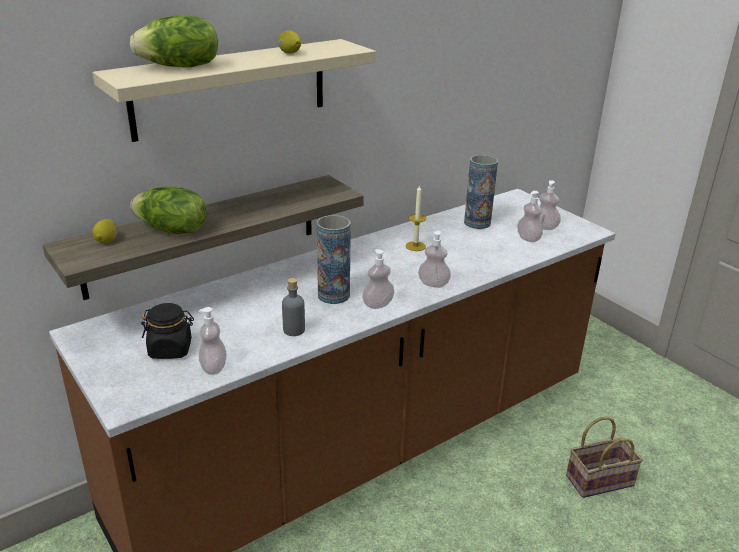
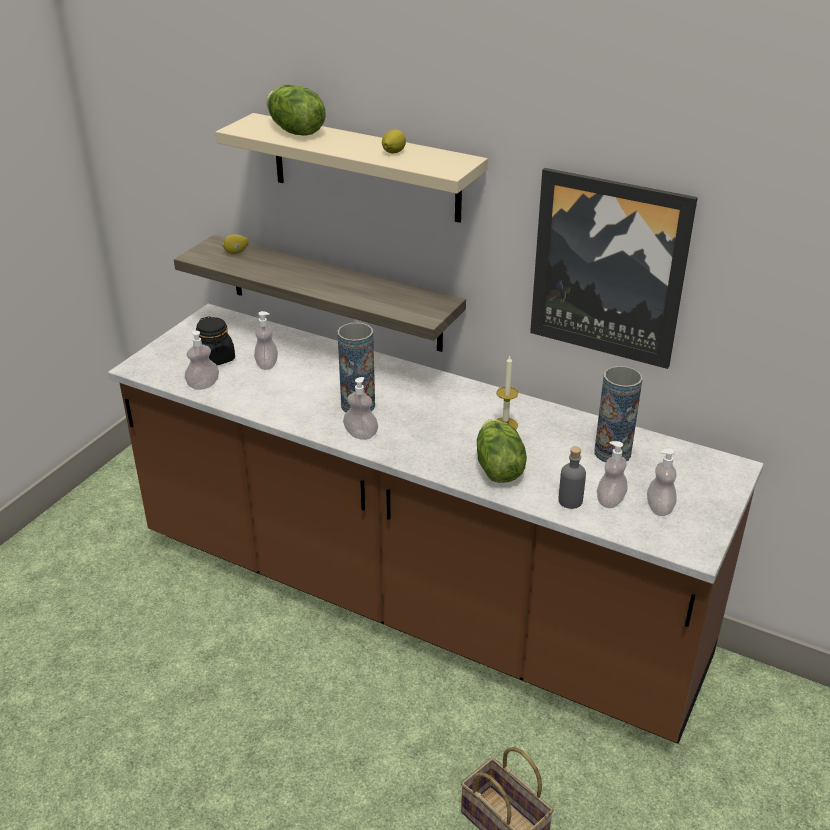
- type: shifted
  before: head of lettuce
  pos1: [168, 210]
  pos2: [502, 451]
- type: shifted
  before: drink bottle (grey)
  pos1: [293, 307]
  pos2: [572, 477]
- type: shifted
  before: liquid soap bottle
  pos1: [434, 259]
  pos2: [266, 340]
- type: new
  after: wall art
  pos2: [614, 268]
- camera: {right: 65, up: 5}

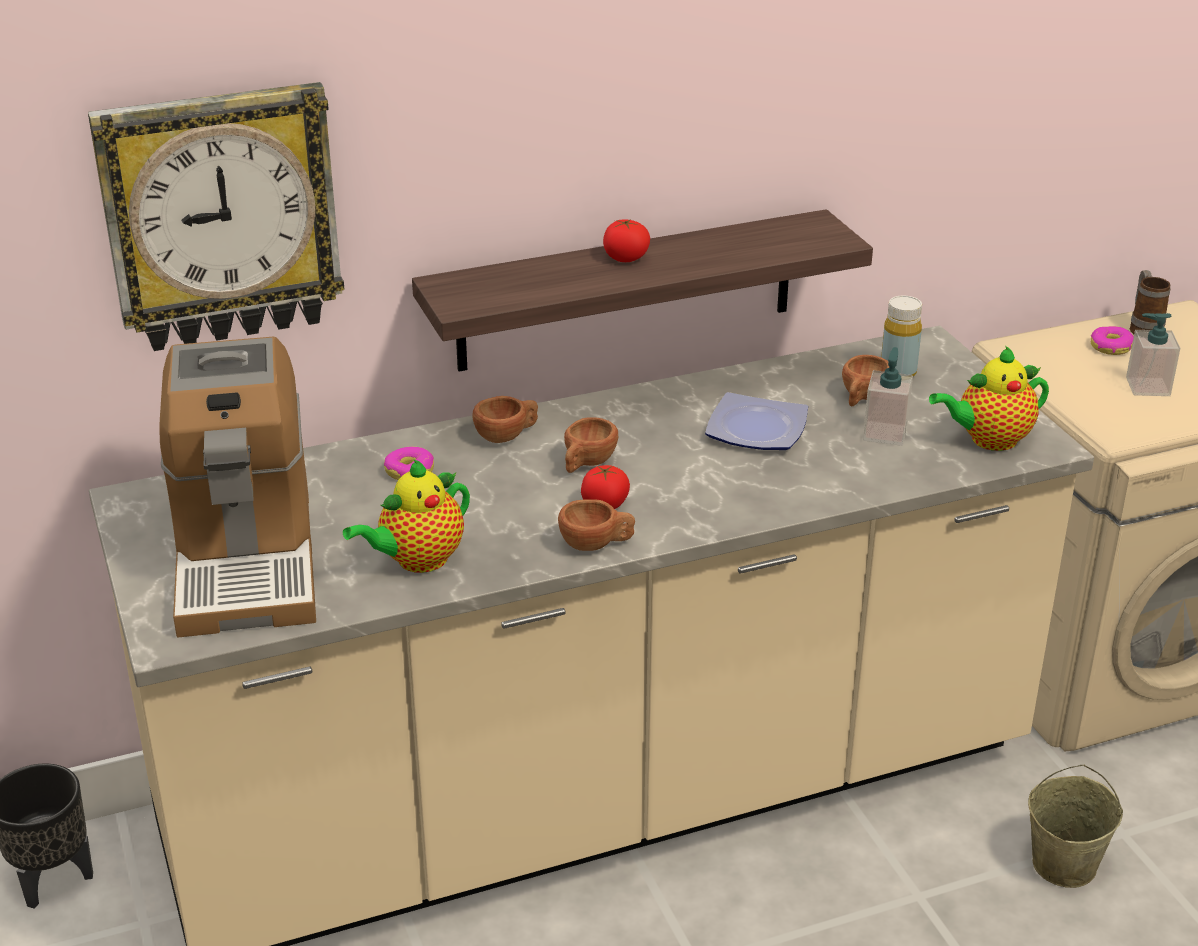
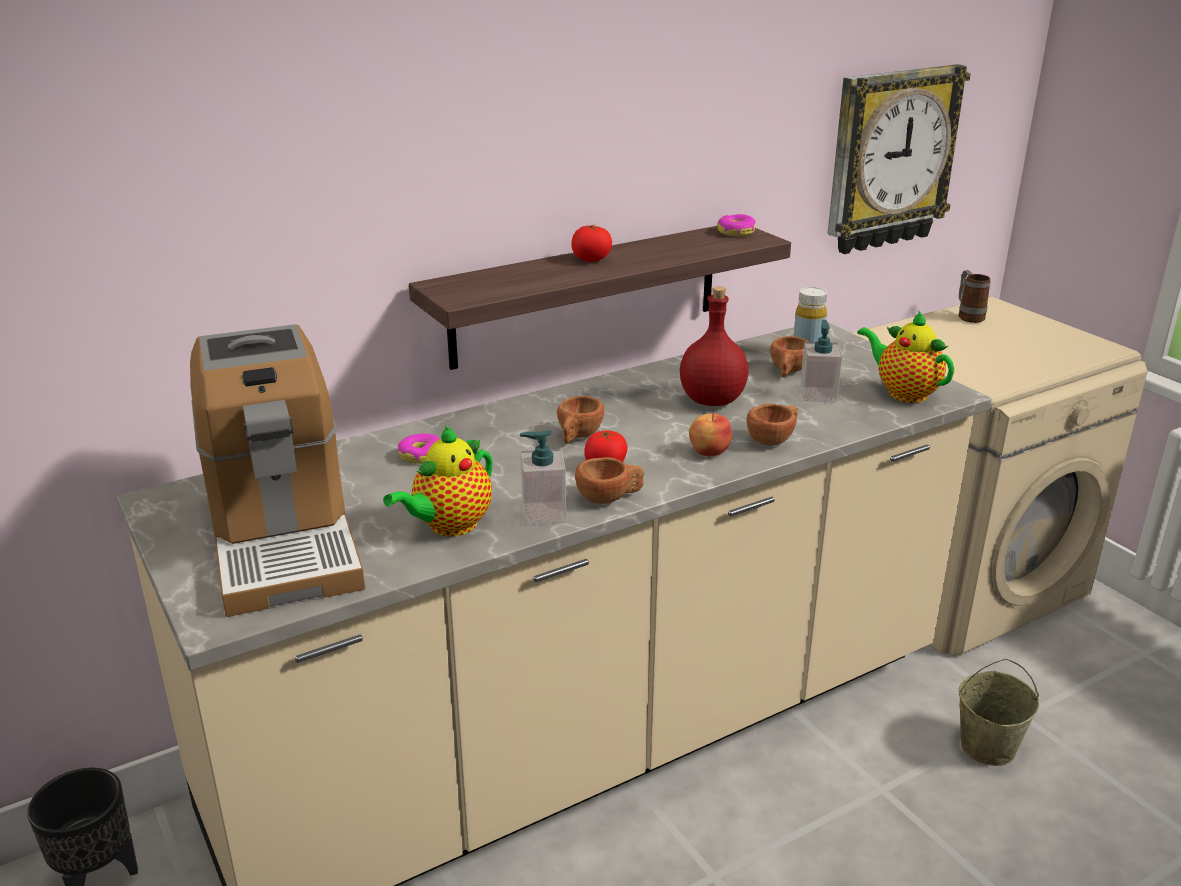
- type: shifted
  before: wall clock
  pos1: [216, 216]
  pos2: [899, 159]
- type: shifted
  before: cup (brown-coloured)
  pos1: [505, 419]
  pos2: [772, 425]
- type: swapped
  before: plate
  after: drink bottle (reddish)
  pos1: [756, 421]
  pos2: [714, 346]
- type: rotated
  before: teapot
  pos1: [989, 398]
  pos2: [905, 356]
  turn: 75
- type: shifted
  before: donut
  pos1: [1112, 340]
  pos2: [736, 225]
- type: shifted
  before: liquid soap bottle
  pos1: [1153, 354]
  pos2: [543, 477]
- type: new
  after: apple fruit
  pos2: [710, 434]
- camera: {right: -10, up: -5}

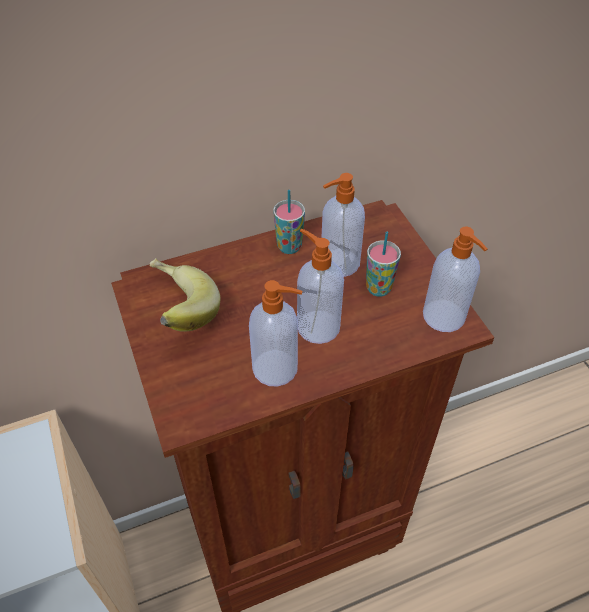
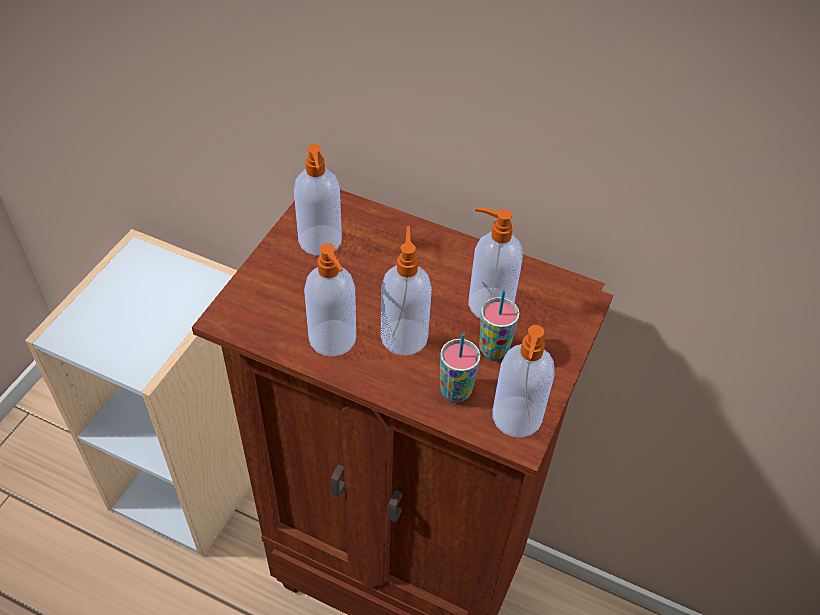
- type: swapped
  before: banana fruit
  after: liquid soap bottle
  pos1: [185, 295]
  pos2: [318, 200]
- type: shifted
  before: cup
  pos1: [289, 221]
  pos2: [460, 368]
- camera: {right: 45, up: 0}

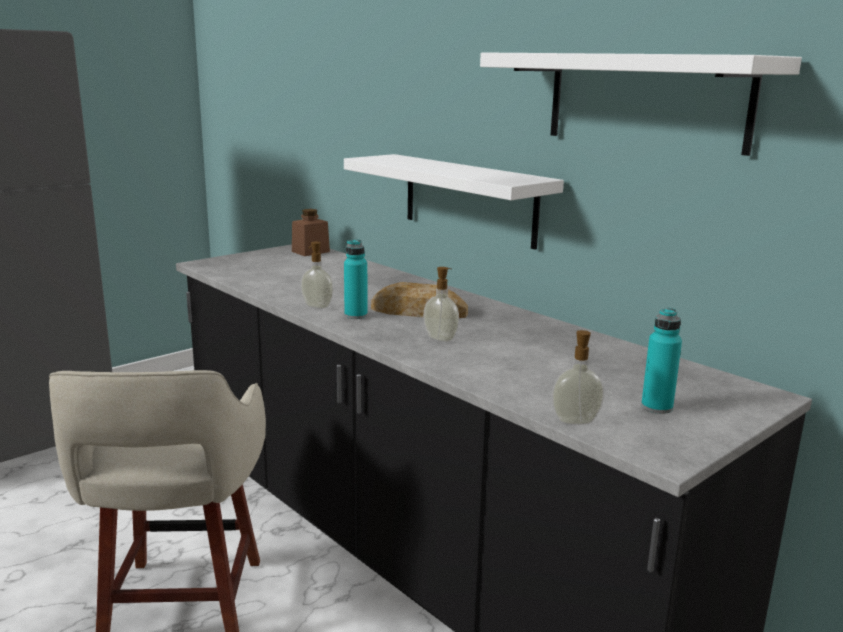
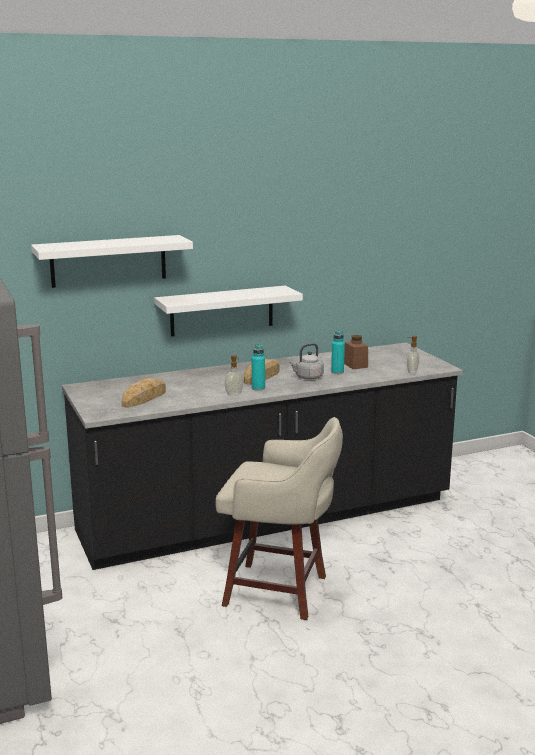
- type: shifted
  before: preserve jar (brown-coloured)
  pos1: [311, 232]
  pos2: [356, 352]
- type: swapped
  before: liquid soap bottle
  after: kettle (grey)
  pos1: [441, 304]
  pos2: [306, 361]
- type: shifted
  before: bracket shelf (white-coloured)
  pos1: [641, 104]
  pos2: [112, 261]
- type: shifted
  before: drink bottle (turquoise-coloured)
  pos1: [661, 361]
  pos2: [338, 352]
- type: new
  after: bread
  pos2: [144, 393]
- camera: {right: -70, up: 0}

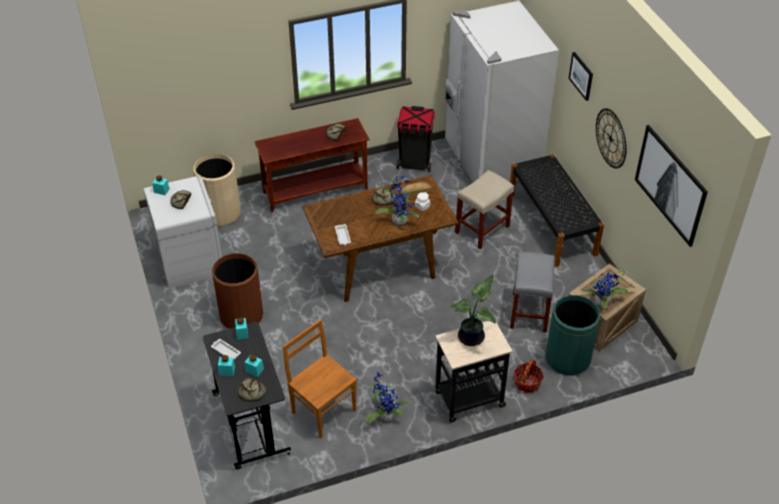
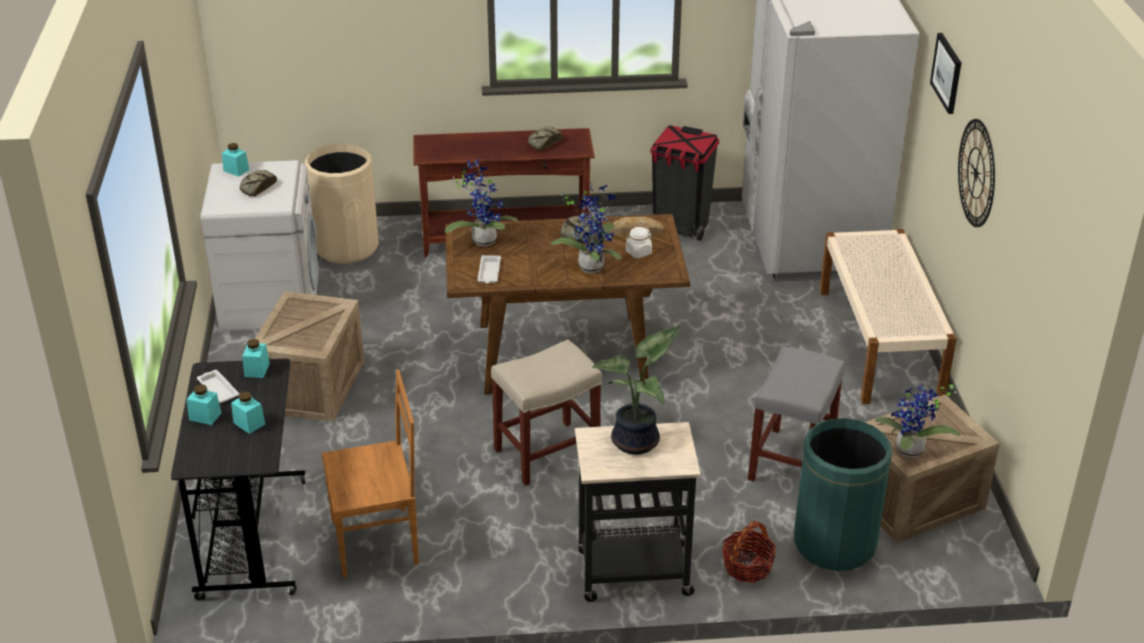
- type: swapped
  before: trash can (brown-coloured)
  after: shipping crate
  pos1: [237, 291]
  pos2: [309, 356]
- type: gone
  before: bread
  pos1: [252, 390]
- type: rotated
  before: upright chair (brown-coloured)
  pos1: [320, 378]
  pos2: [370, 474]
  turn: 105
- type: shifted
  before: plant in a pot
  pos1: [386, 398]
  pos2: [481, 202]
- type: shifted
  before: stool seat (sand-coloured)
  pos1: [484, 209]
  pos2: [546, 412]
- type: repainted
  before: bench (blackish)
  after: bench (sand-coloured)
  pos1: [557, 210]
  pos2: [888, 316]
- type: gone
  before: wall art
  pos1: [671, 186]
- camera: {right: 15, up: -10}

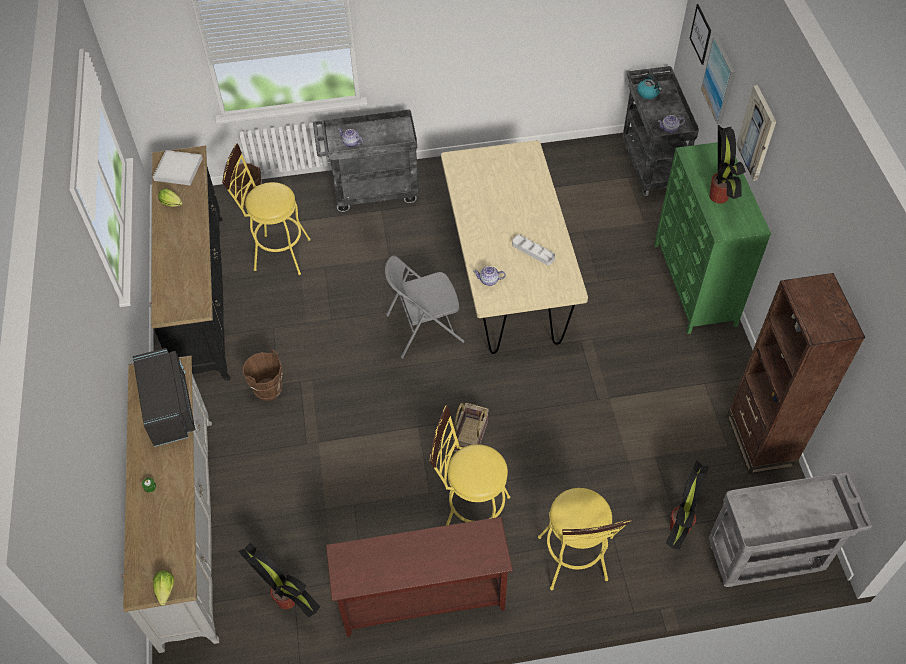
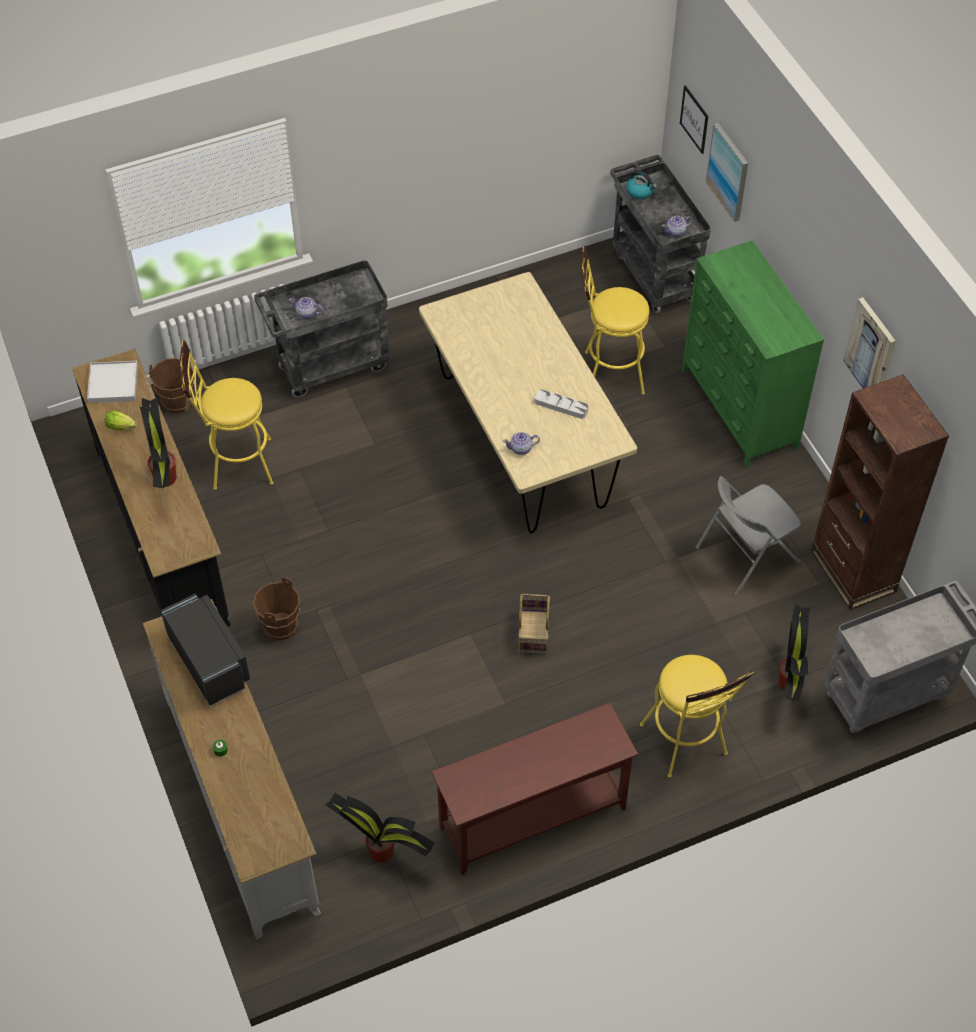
- type: gone
  before: head of lettuce
  pos1: [163, 588]
- type: shifted
  before: upright chair (grey)
  pos1: [424, 307]
  pos2: [748, 536]
- type: shifted
  before: stool seat (yellowish)
  pos1: [470, 465]
  pos2: [616, 320]
- type: shifted
  before: plant in a pot
  pos1: [727, 164]
  pos2: [158, 443]
- type: shifted
  before: wall art
  pos1: [756, 133]
  pos2: [869, 342]
- camera: {right: -15, up: 0}

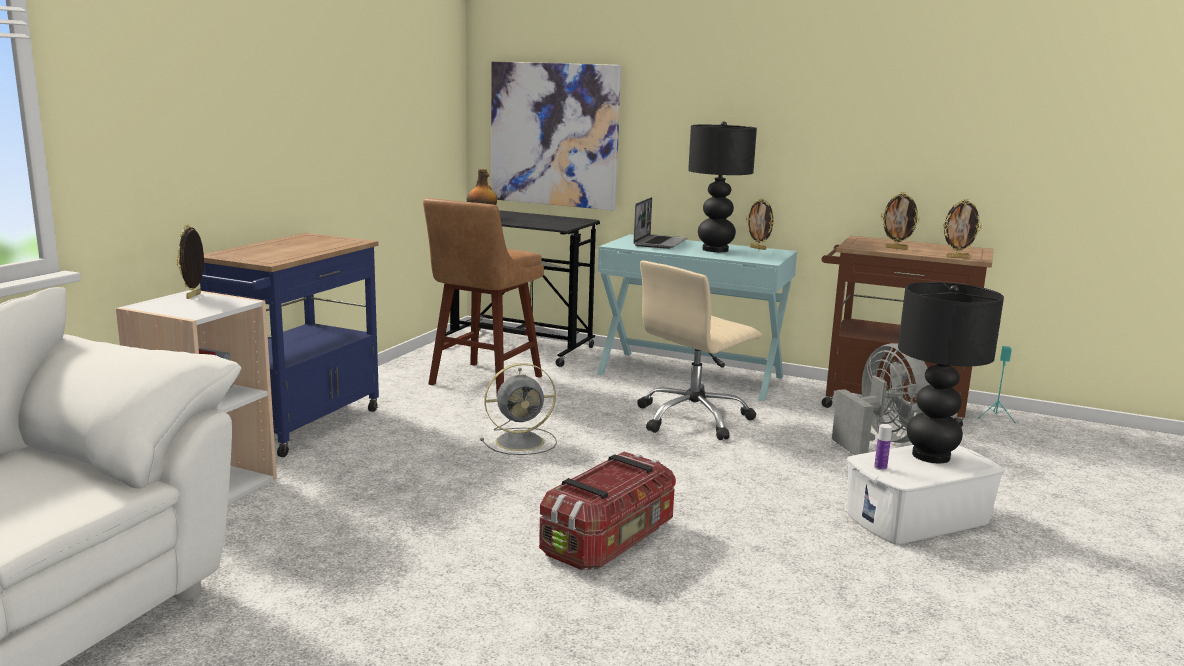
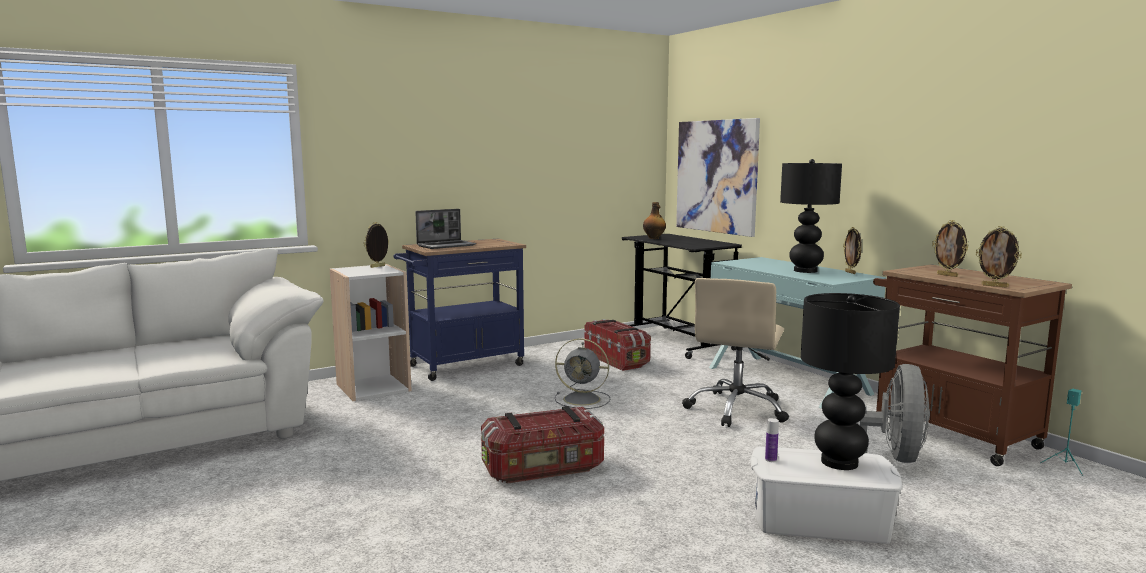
- type: swapped
  before: stool seat (brown-coloured)
  after: storage bin
  pos1: [483, 295]
  pos2: [617, 345]
- type: shifted
  before: notebook computer
  pos1: [660, 223]
  pos2: [445, 229]
- type: rotated
  before: computer chair (sand-coloured)
  pos1: [699, 350]
  pos2: [735, 352]
  turn: -60
- camera: {right: 35, up: -5}

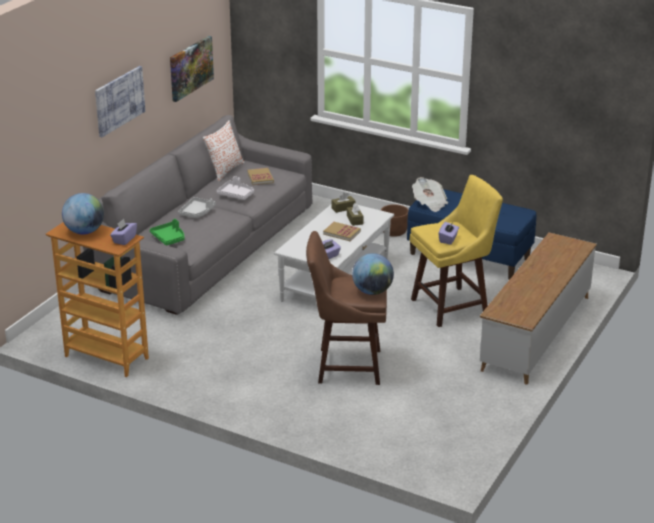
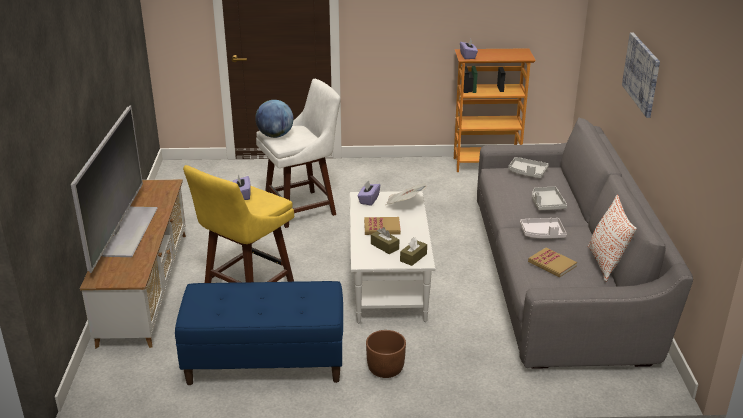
- type: gone
  before: globe
  pos1: [83, 214]
- type: repainted
  before: carrying tray (green)
  after: carrying tray (grey)
  pos1: [167, 232]
  pos2: [528, 167]
- type: gone
  before: wall art
  pos1: [192, 69]
- type: repainted
  before: stool seat (brown-coloured)
  after: stool seat (white-coloured)
  pos1: [346, 308]
  pos2: [298, 153]
- type: shifted
  before: newspaper
  pos1: [430, 194]
  pos2: [406, 194]
- type: new
  after: TV
  pos2: [114, 189]
- camera: {right: 150, up: 0}

